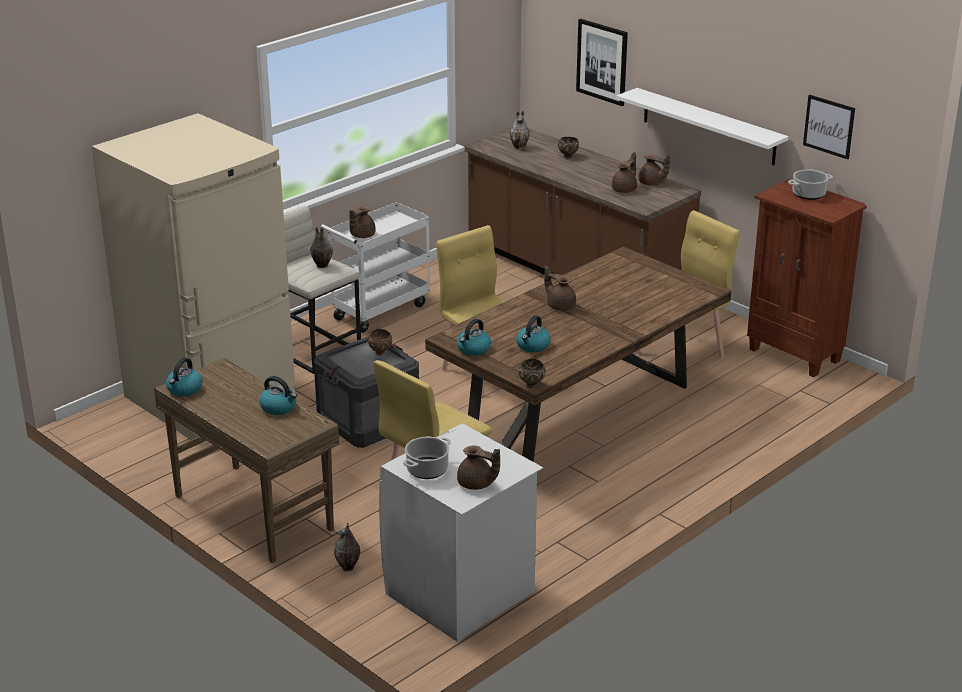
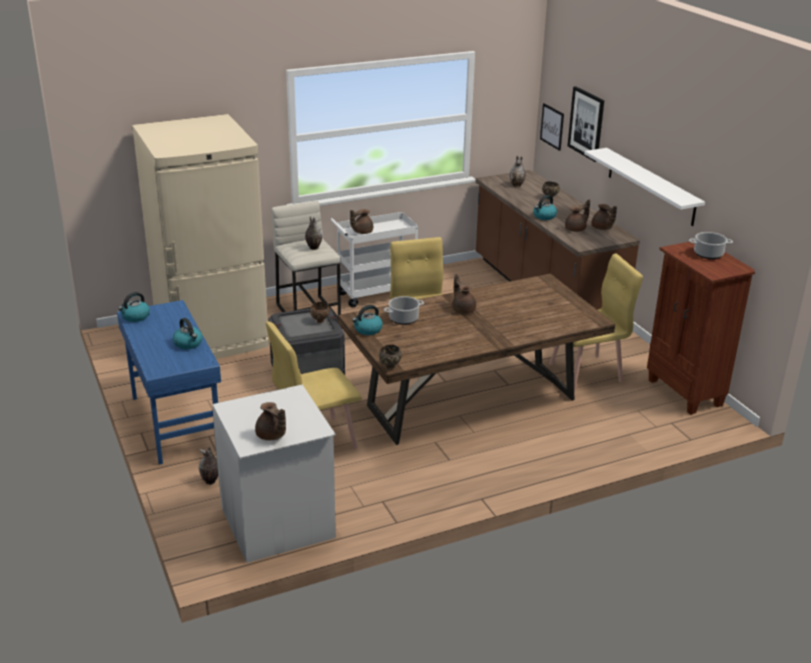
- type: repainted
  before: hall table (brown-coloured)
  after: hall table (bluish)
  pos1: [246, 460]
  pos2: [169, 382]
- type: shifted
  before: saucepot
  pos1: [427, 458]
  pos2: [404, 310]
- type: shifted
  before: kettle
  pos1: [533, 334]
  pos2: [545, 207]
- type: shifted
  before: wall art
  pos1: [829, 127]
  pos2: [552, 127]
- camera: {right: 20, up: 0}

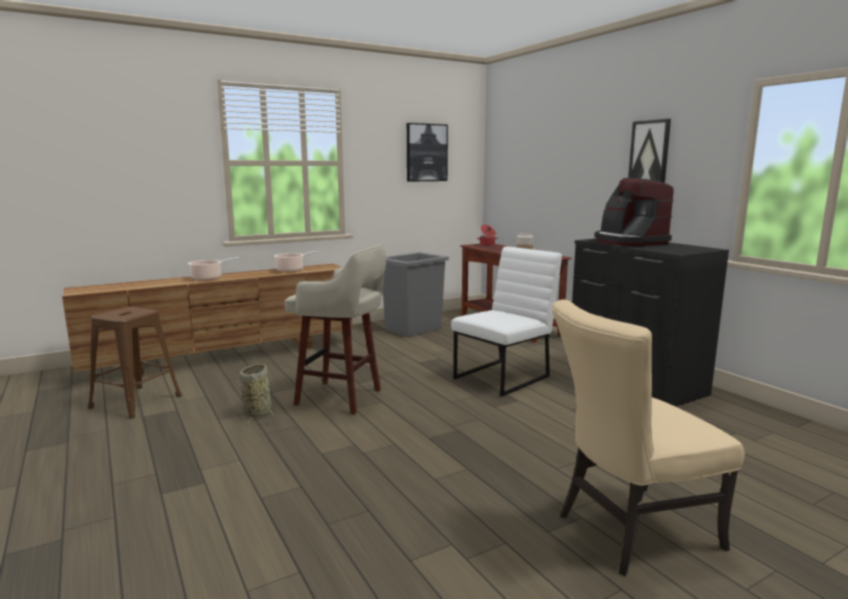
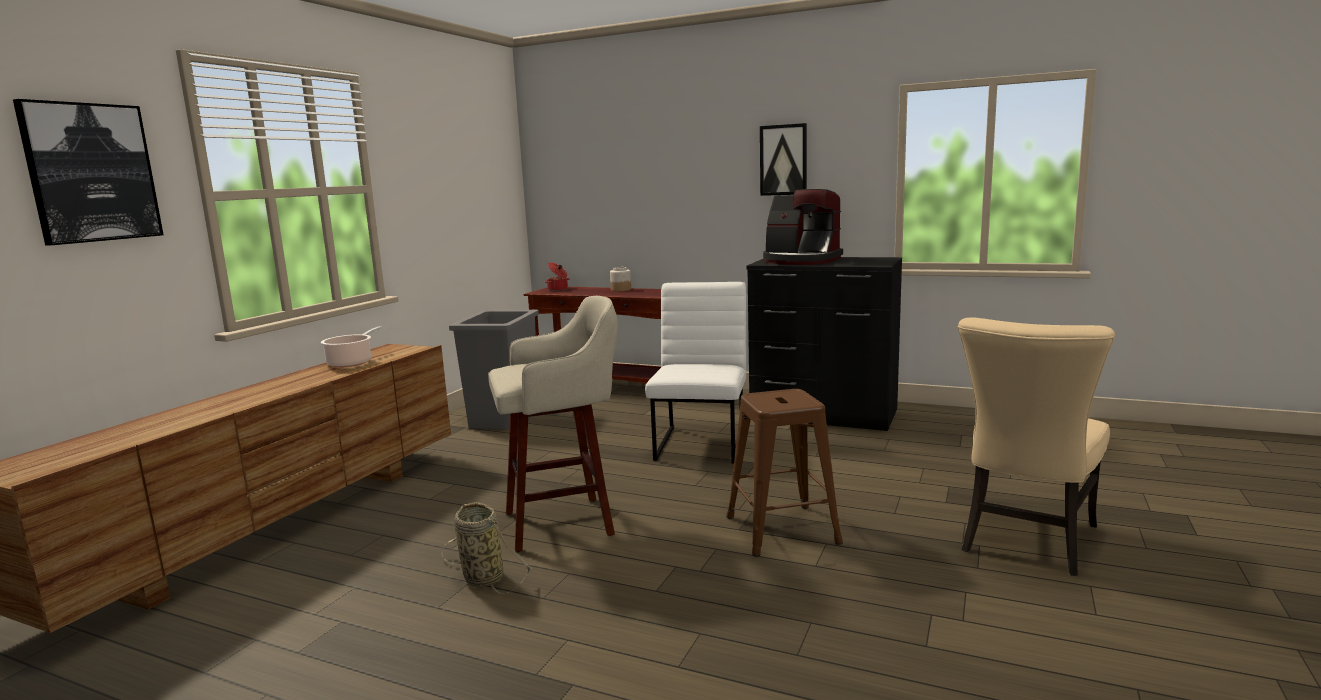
- type: shifted
  before: stool seat (brown-coloured)
  pos1: [135, 363]
  pos2: [784, 472]
- type: gone
  before: saucepot
  pos1: [214, 269]
- type: shifted
  before: wall art
  pos1: [427, 152]
  pos2: [88, 172]
- camera: {right: -35, up: 0}

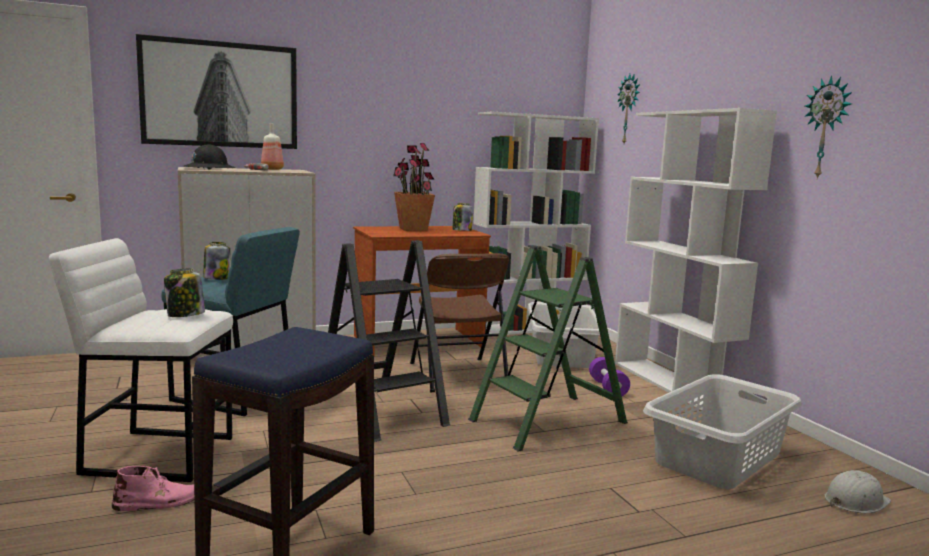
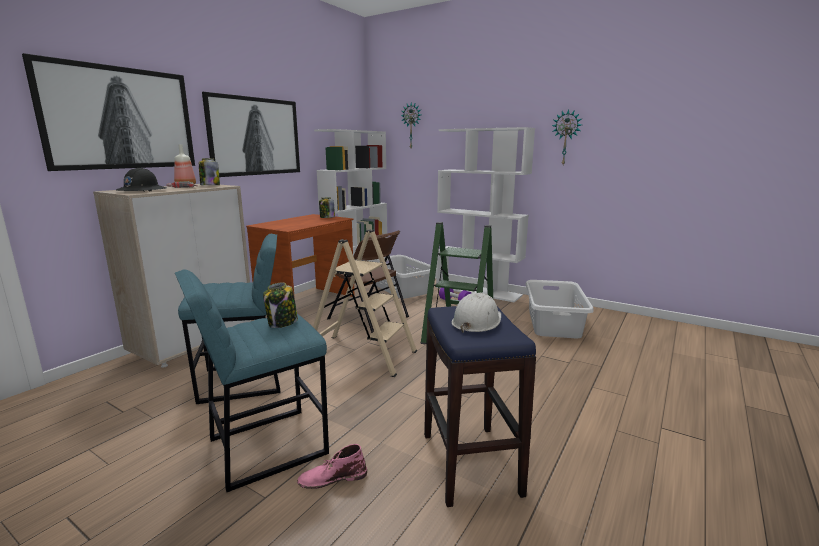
- type: repainted
  before: stool seat (white-coloured)
  after: stool seat (bluish)
  pos1: [141, 360]
  pos2: [252, 380]
- type: rotated
  before: boot (pink-coloured)
  pos1: [153, 488]
  pos2: [332, 466]
  turn: -135
- type: shifted
  before: preserve jar
  pos1: [216, 261]
  pos2: [209, 171]
- type: repainted
  before: step stool (blackish)
  after: step stool (sand-coloured)
  pos1: [389, 341]
  pos2: [365, 303]
- type: gone
  before: plant in a pot
  pos1: [414, 187]
- type: shifted
  before: hard hat (white-coloured)
  pos1: [857, 491]
  pos2: [476, 313]
- type: new
  after: wall art
  pos2: [251, 134]
- camera: {right: -35, up: 5}

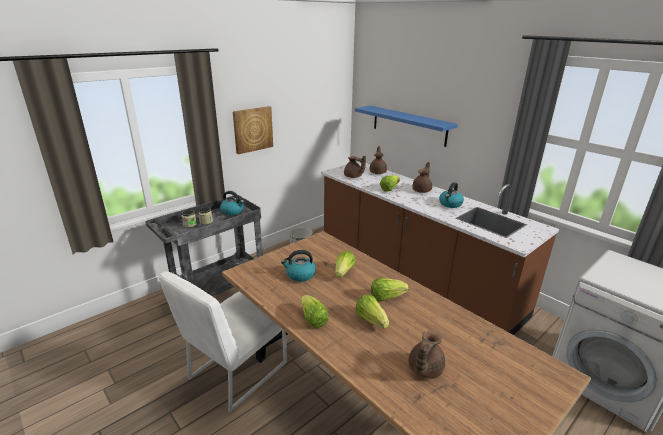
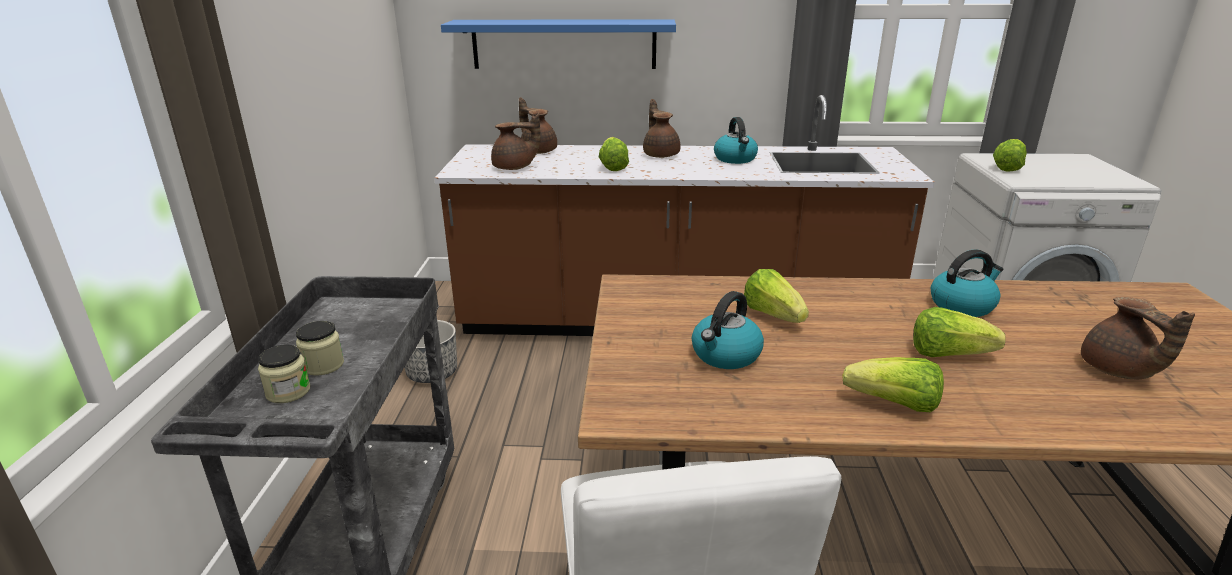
- type: shifted
  before: kettle
  pos1: [232, 203]
  pos2: [967, 283]
- type: gone
  before: wall art
  pos1: [253, 130]
- type: shifted
  before: head of lettuce
  pos1: [390, 290]
  pos2: [1010, 155]
- camera: {right: -45, up: 0}

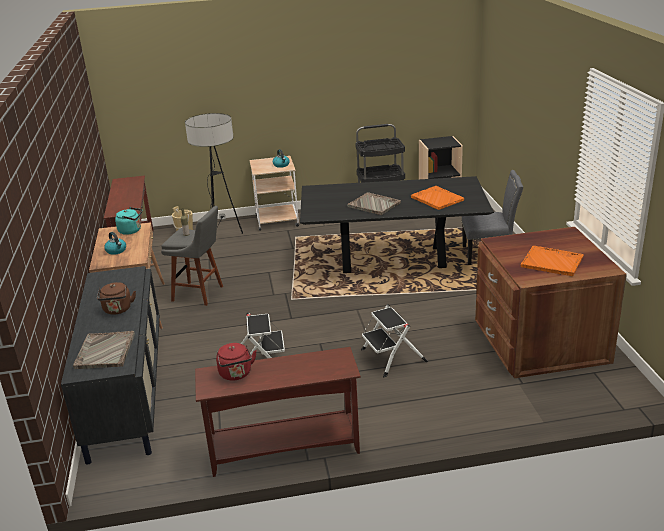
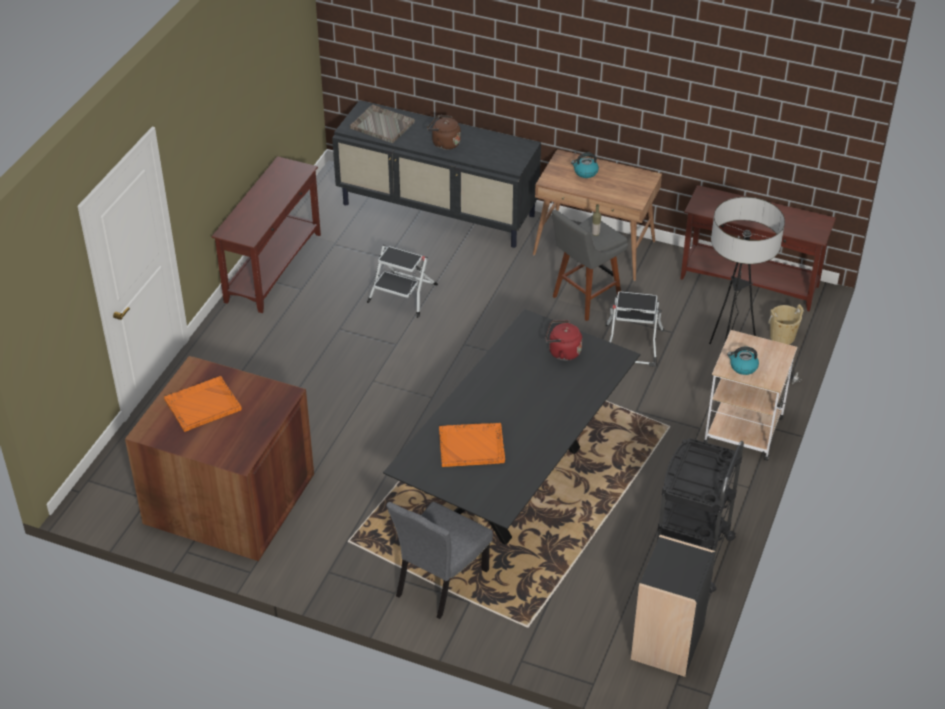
- type: gone
  before: kettle (turquoise-coloured)
  pos1: [129, 221]
- type: shifted
  before: kettle (reddish)
  pos1: [236, 362]
  pos2: [563, 340]
- type: gone
  before: carrying tray (grey)
  pos1: [374, 203]
- type: shifted
  before: step stool
  pos1: [394, 340]
  pos2: [635, 329]
- camera: {right: 120, up: 15}

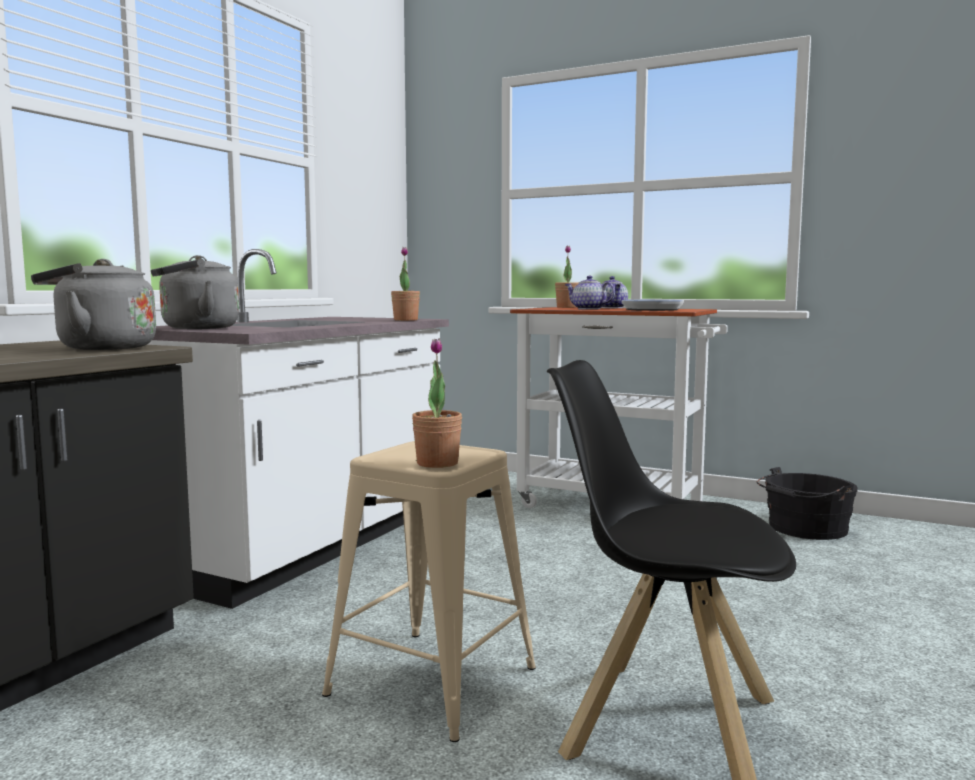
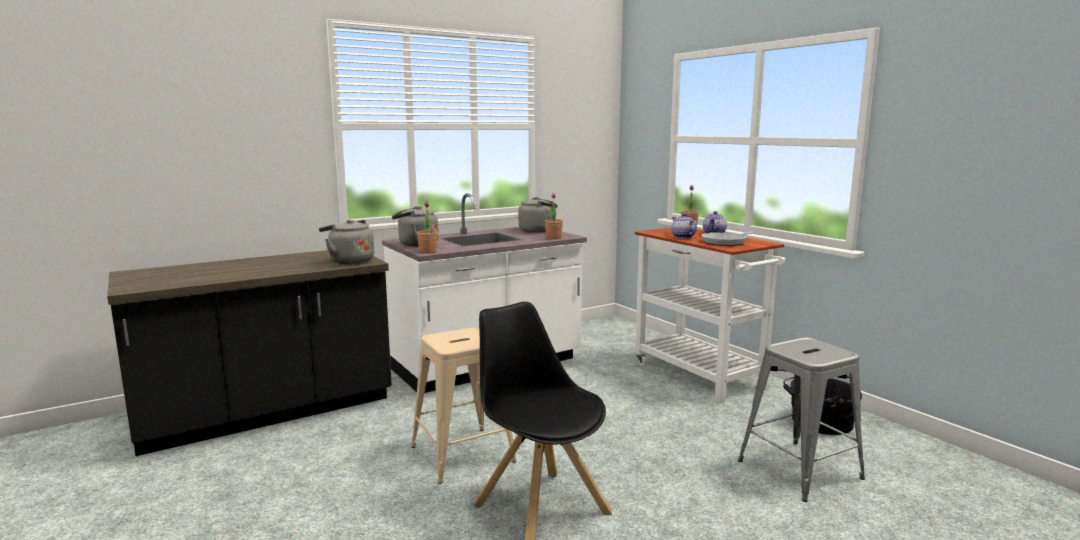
- type: shifted
  before: plant in a pot
  pos1: [437, 403]
  pos2: [427, 227]
- type: new
  after: kettle (grey)
  pos2: [537, 215]
- type: new
  after: stool seat (grey)
  pos2: [801, 419]
- camera: {right: 30, up: 5}

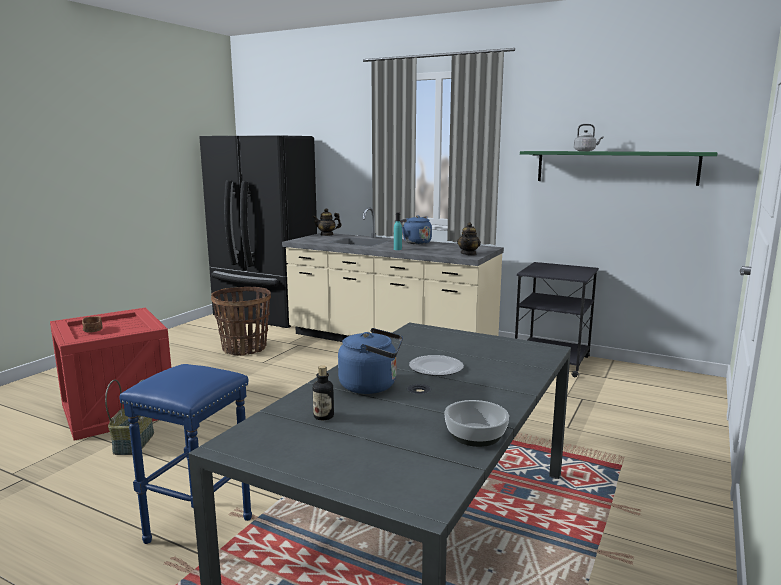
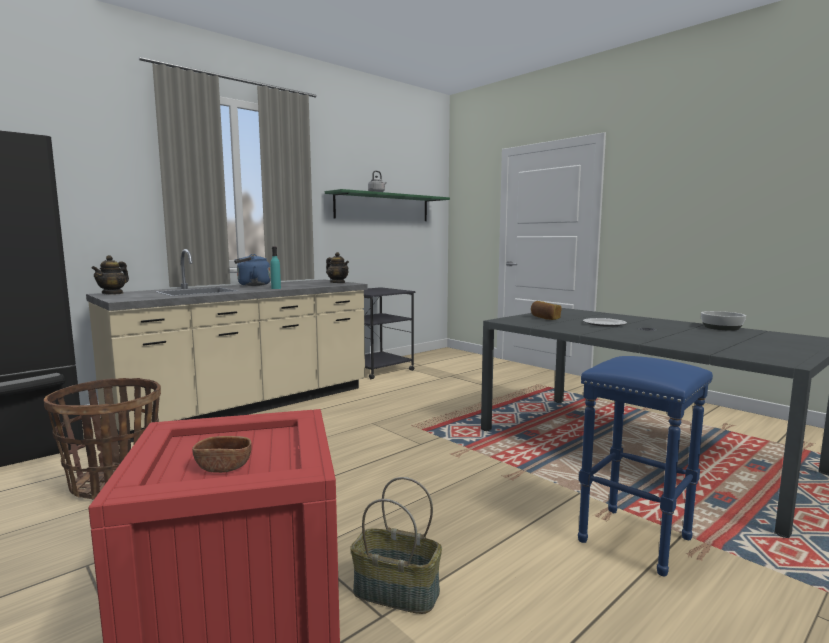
- type: gone
  before: drink bottle
  pos1: [323, 392]
- type: gone
  before: kettle (bluish)
  pos1: [370, 361]
- type: new
  after: bread
  pos2: [546, 310]
- camera: {right: -70, up: -5}

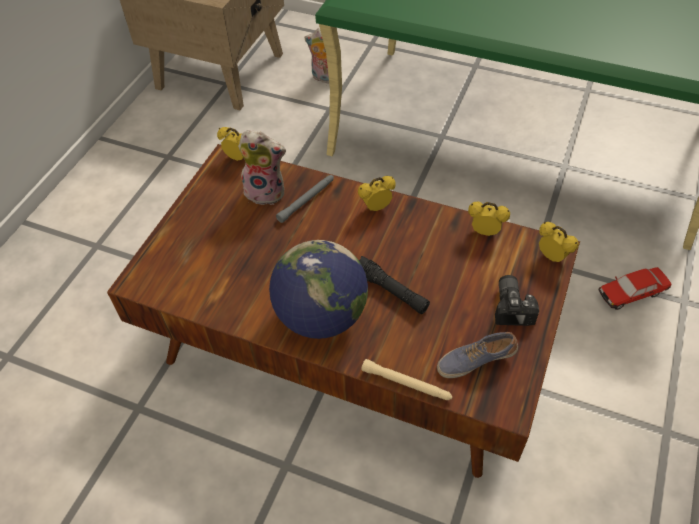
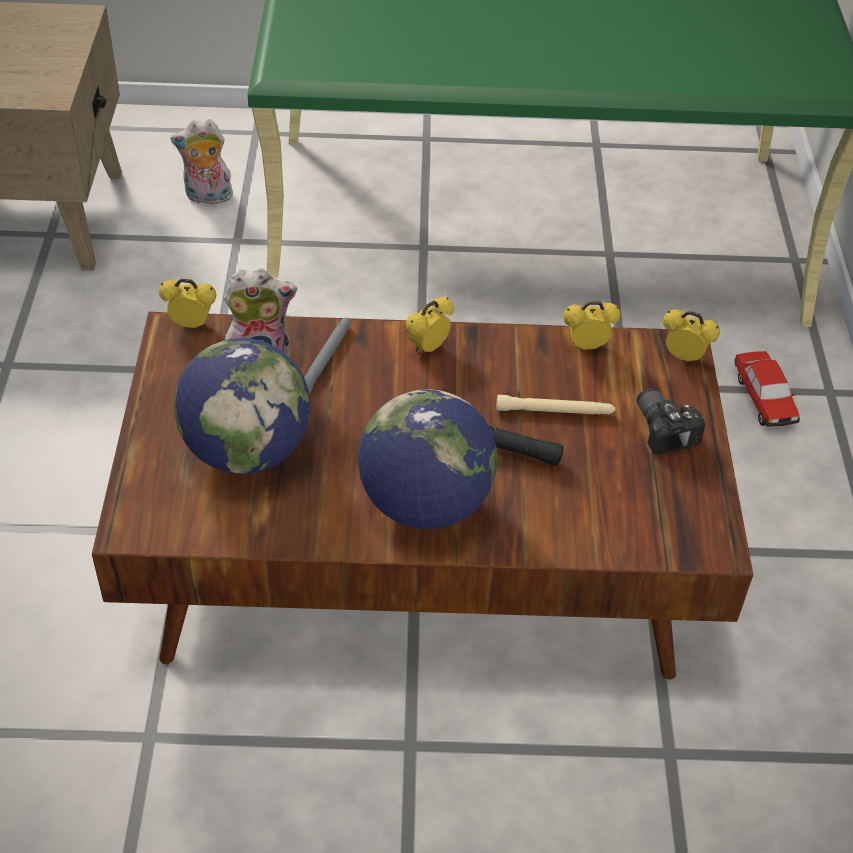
- type: shifted
  before: torch (sand-coloured)
  pos1: [407, 379]
  pos2: [555, 405]
- type: gone
  before: shoe
  pos1: [477, 355]
- type: rotated
  before: model car
  pos1: [635, 288]
  pos2: [767, 389]
  turn: -60
- type: new
  after: globe
  pos2: [242, 406]
- camera: {right: -25, up: -5}

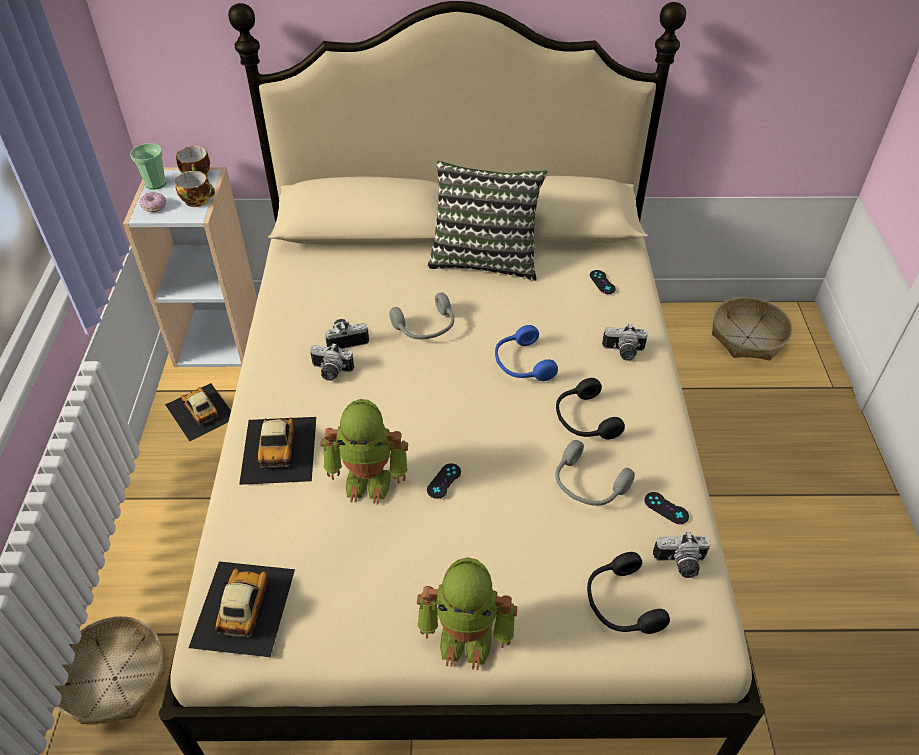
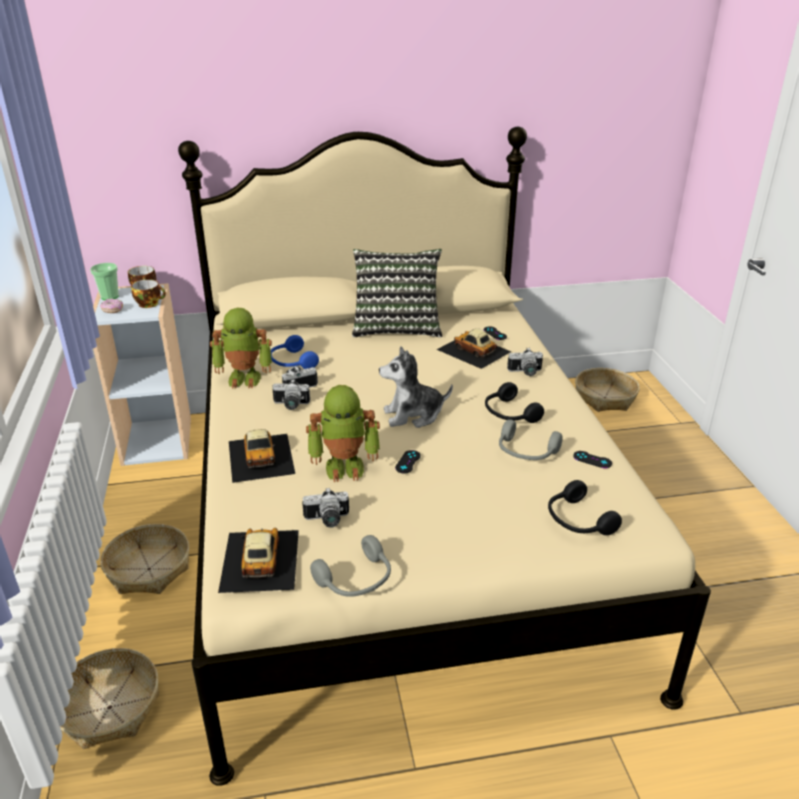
- type: shifted
  before: model car
  pos1: [198, 412]
  pos2: [474, 348]
- type: shifted
  before: headphones (grey)
  pos1: [421, 316]
  pos2: [350, 566]
- type: shifted
  before: model robot
  pos1: [467, 613]
  pos2: [241, 348]
- type: shifted
  before: headphones (bluish)
  pos1: [526, 353]
  pos2: [295, 352]
- type: shifted
  before: photo camera
  pos1: [682, 555]
  pos2: [325, 507]
- type: new
  after: basket
  pos2: [144, 559]
- type: new
  after: soft toy
  pos2: [416, 387]
- camera: {right: -10, up: -15}

